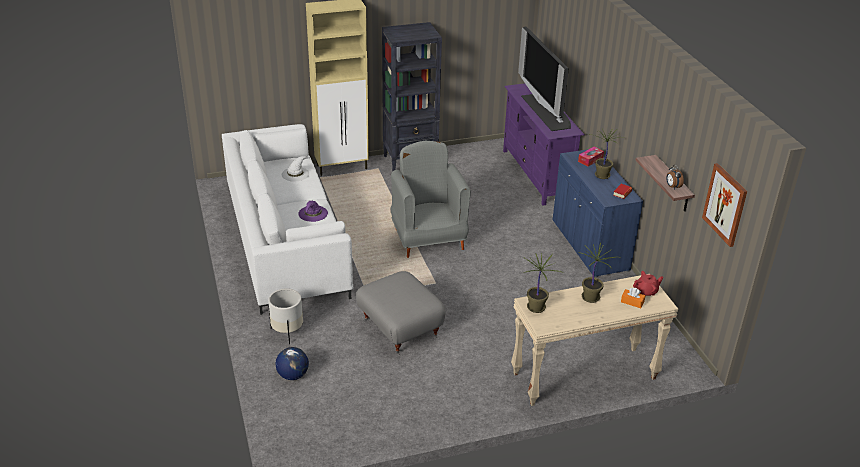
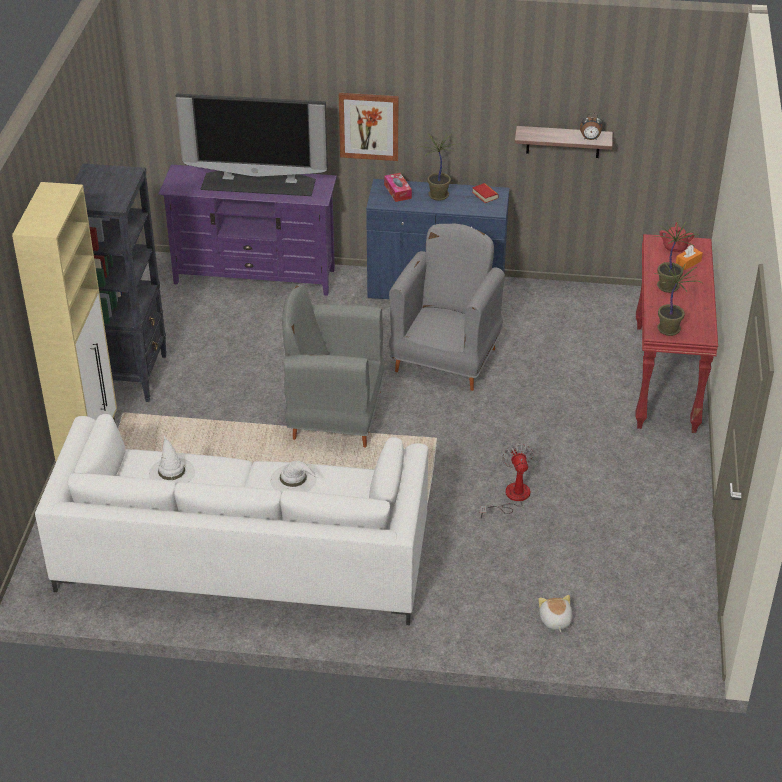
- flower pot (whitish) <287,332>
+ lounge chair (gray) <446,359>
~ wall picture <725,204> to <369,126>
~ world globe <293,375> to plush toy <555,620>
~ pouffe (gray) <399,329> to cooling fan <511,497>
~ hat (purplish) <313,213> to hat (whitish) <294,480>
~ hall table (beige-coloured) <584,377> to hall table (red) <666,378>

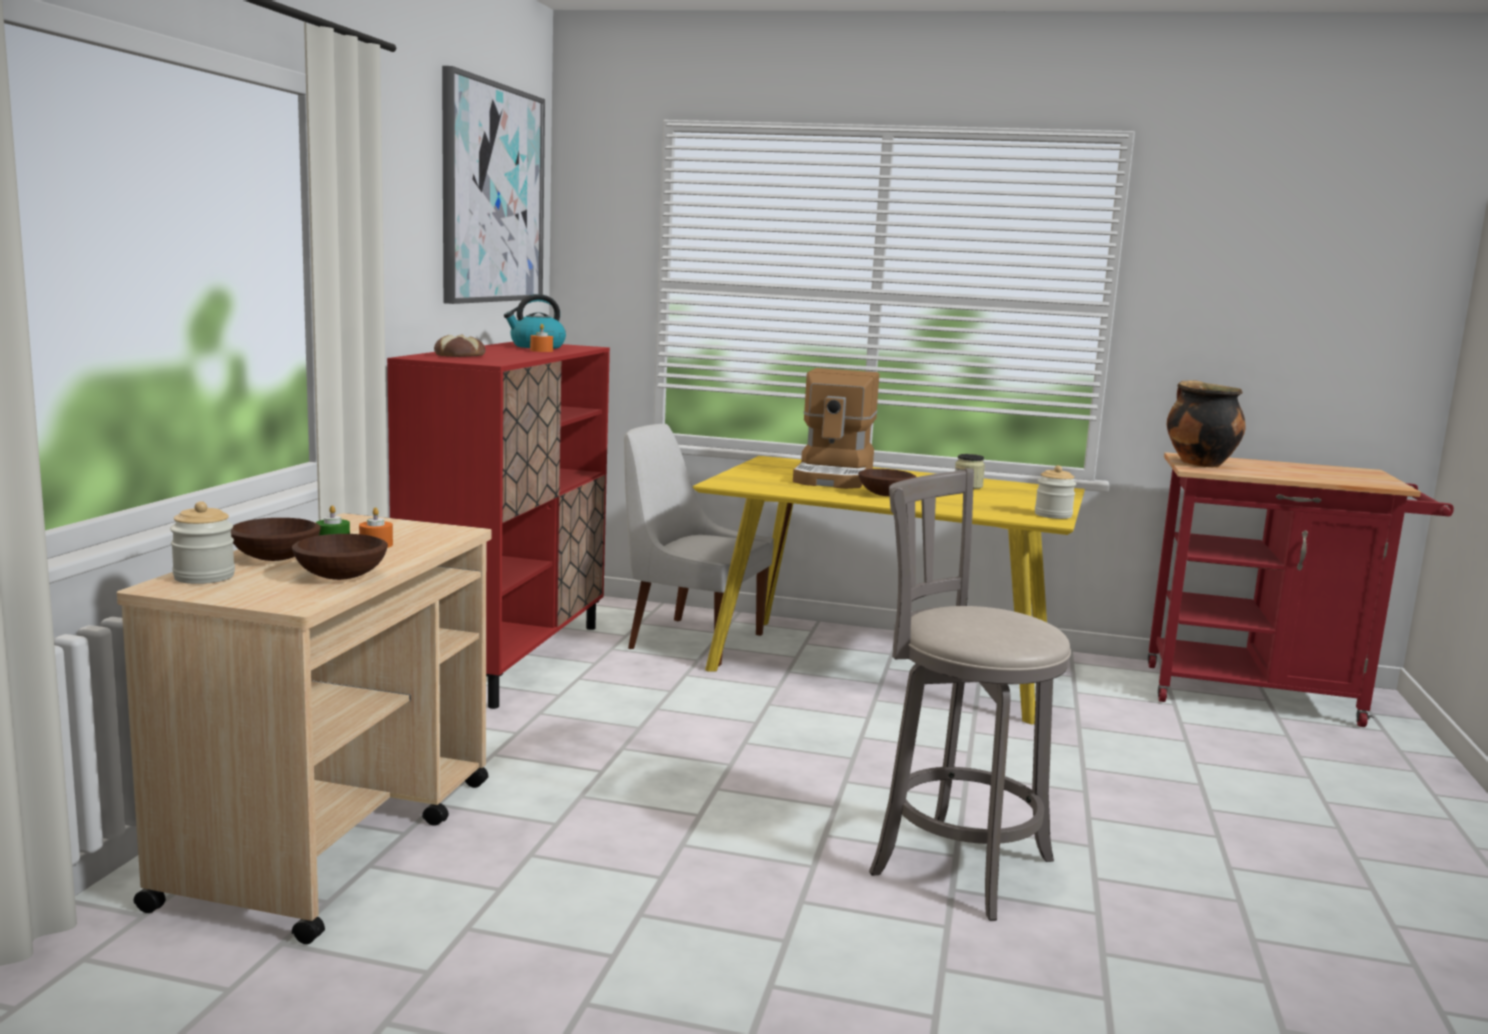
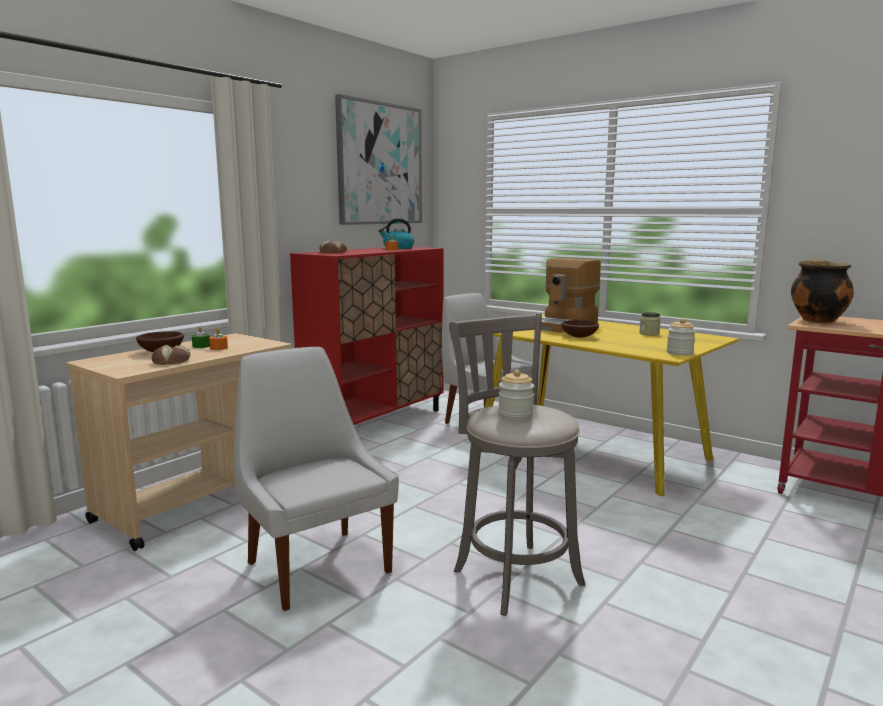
+ upright chair (whitish) <316,565>
~ preserve jar <204,577> to <515,415>
~ deep dish (brownish) <342,576> to baked bread <172,361>

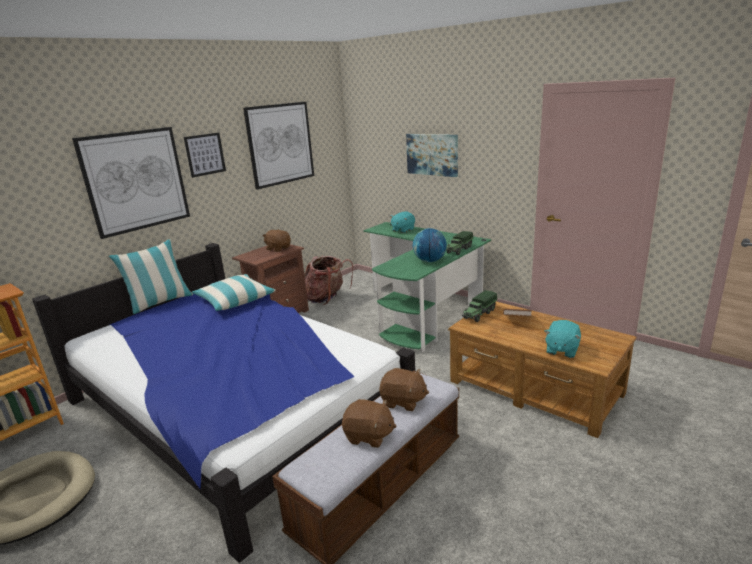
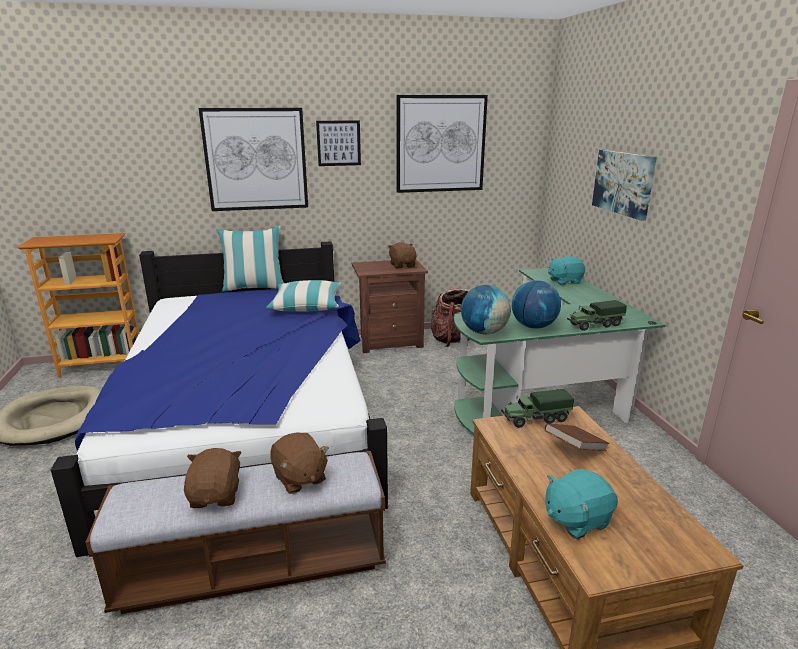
+ world globe <484,332>
~ plush toy (brownish) <369,436> = <216,496> 150 degrees counterclockwise

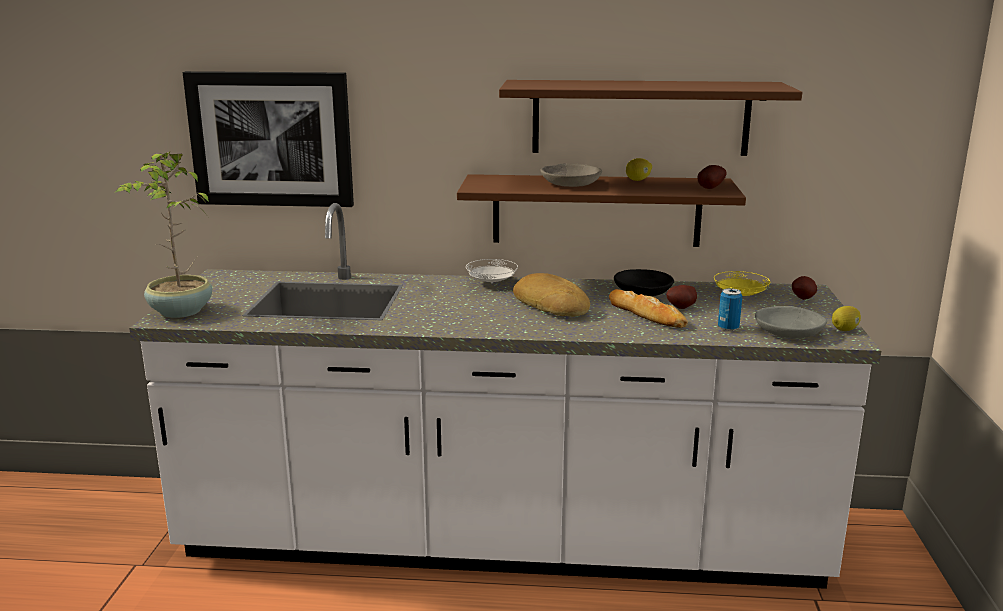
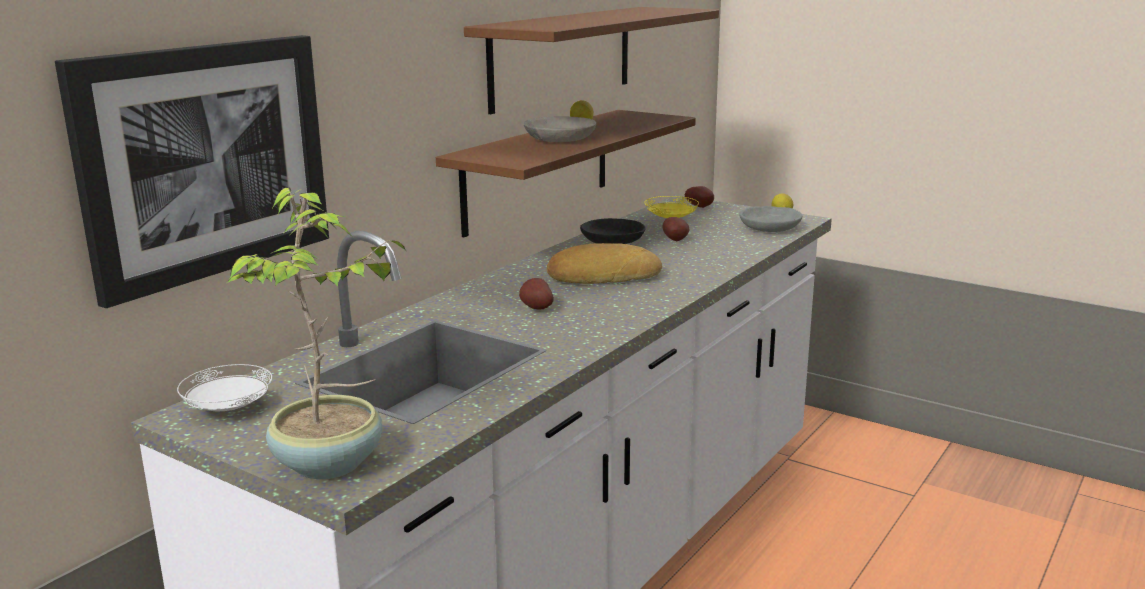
- baked bread <646,314>
- sealed can <728,328>
~ plate (whitish) <492,283> to <229,409>
~ potato <709,189> to <535,308>

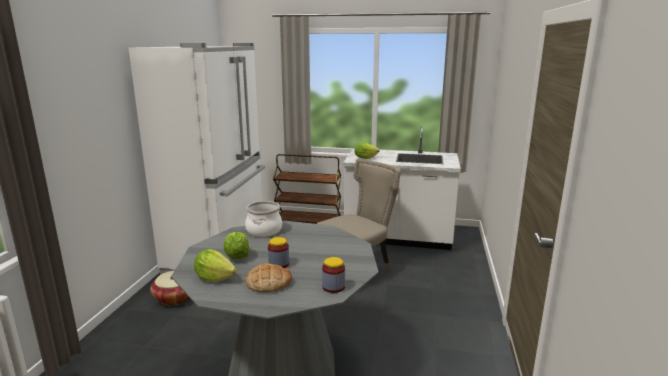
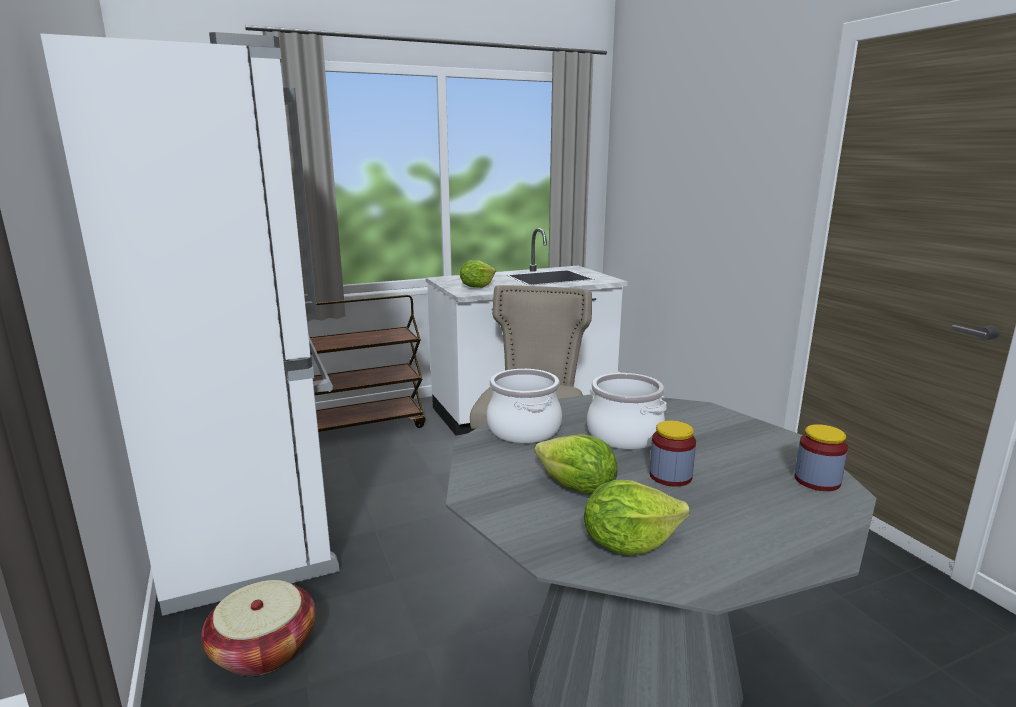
- baked bread <268,282>
+ stockpot <624,435>

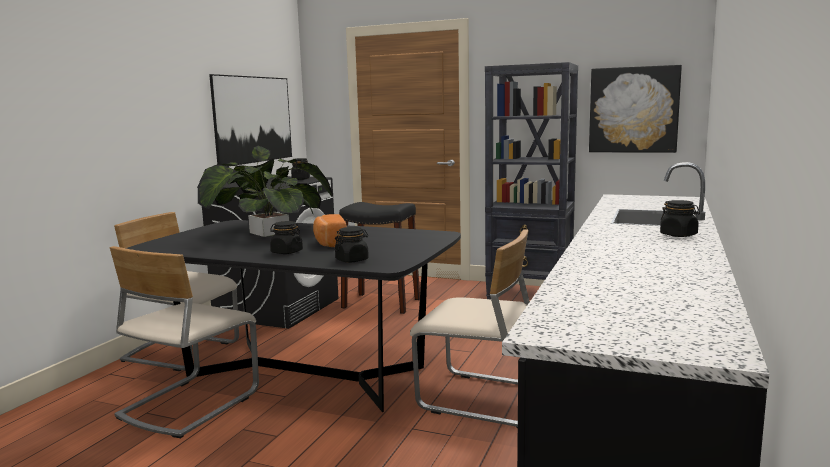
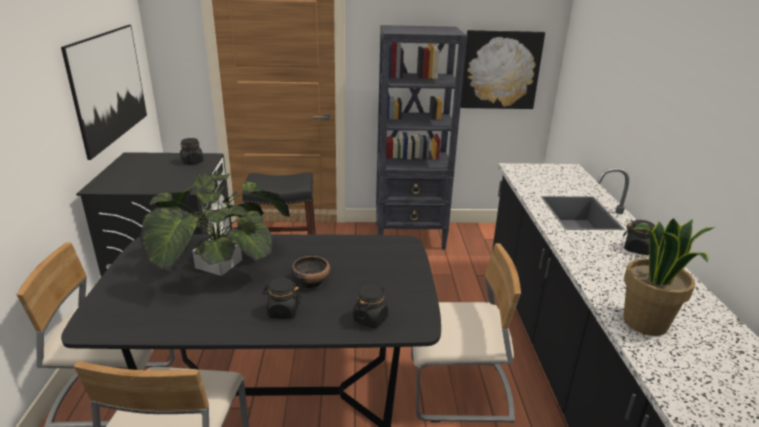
+ potted plant <645,323>
~ baked bread <329,243> to deep dish <311,281>

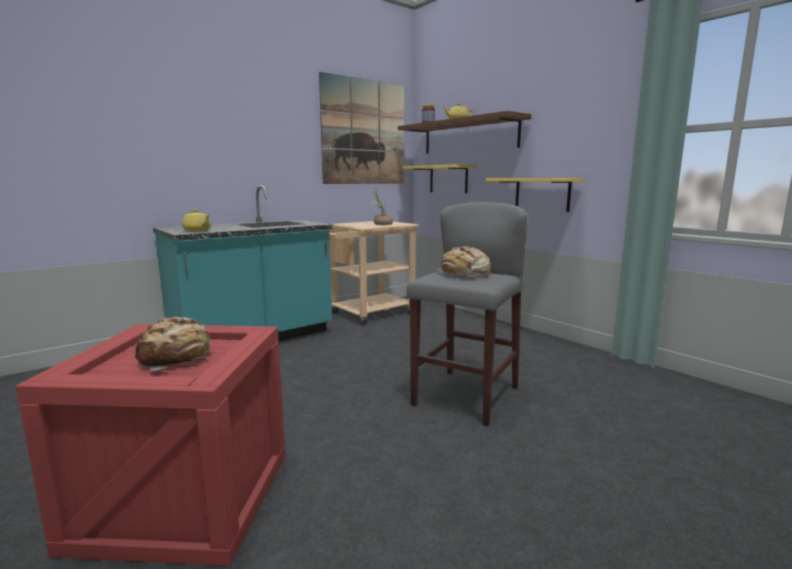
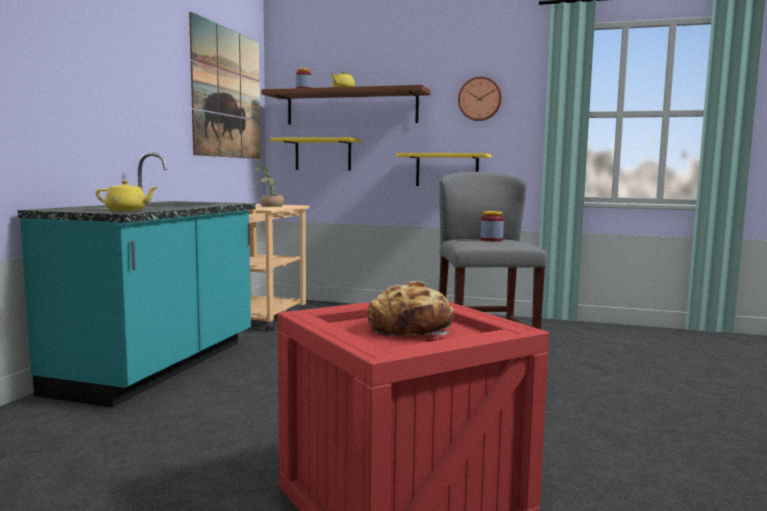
+ clock on the wall <480,99>
~ baked bread <464,274> to preserve jar <491,240>

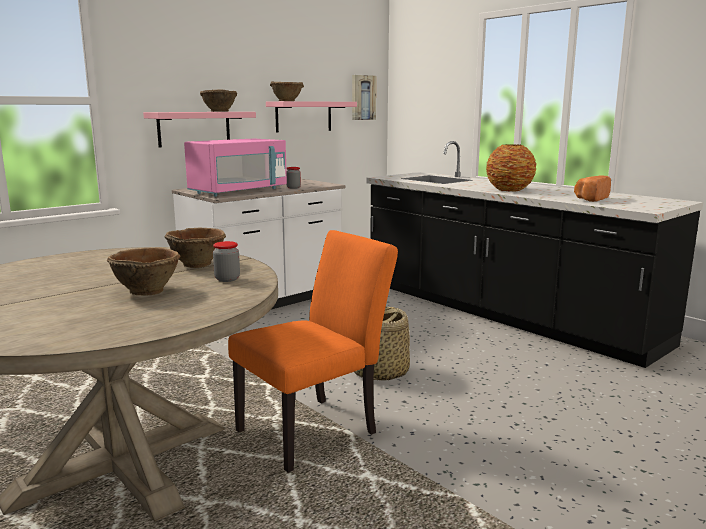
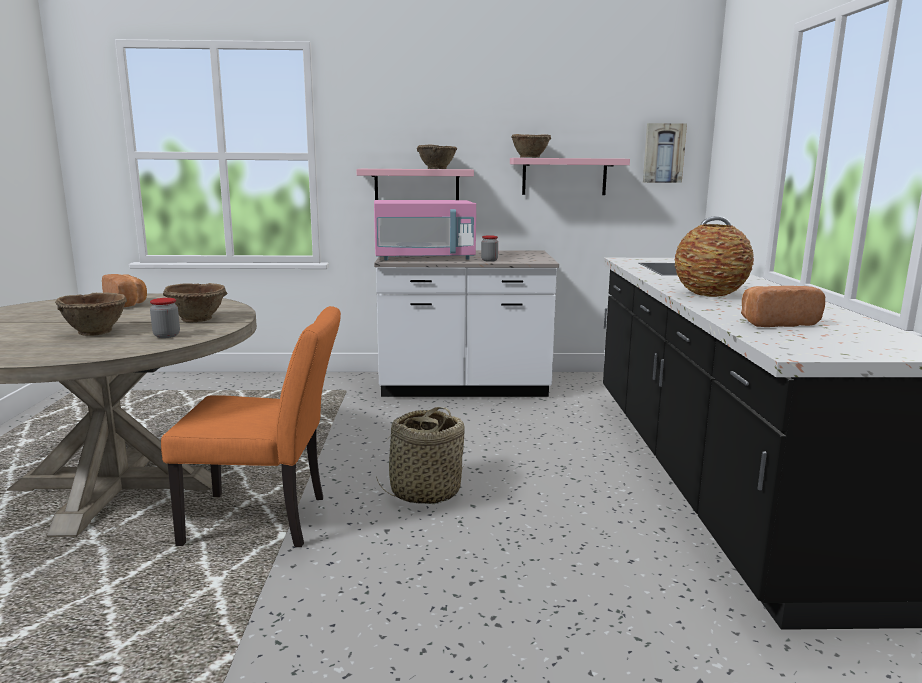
+ baked bread <128,303>

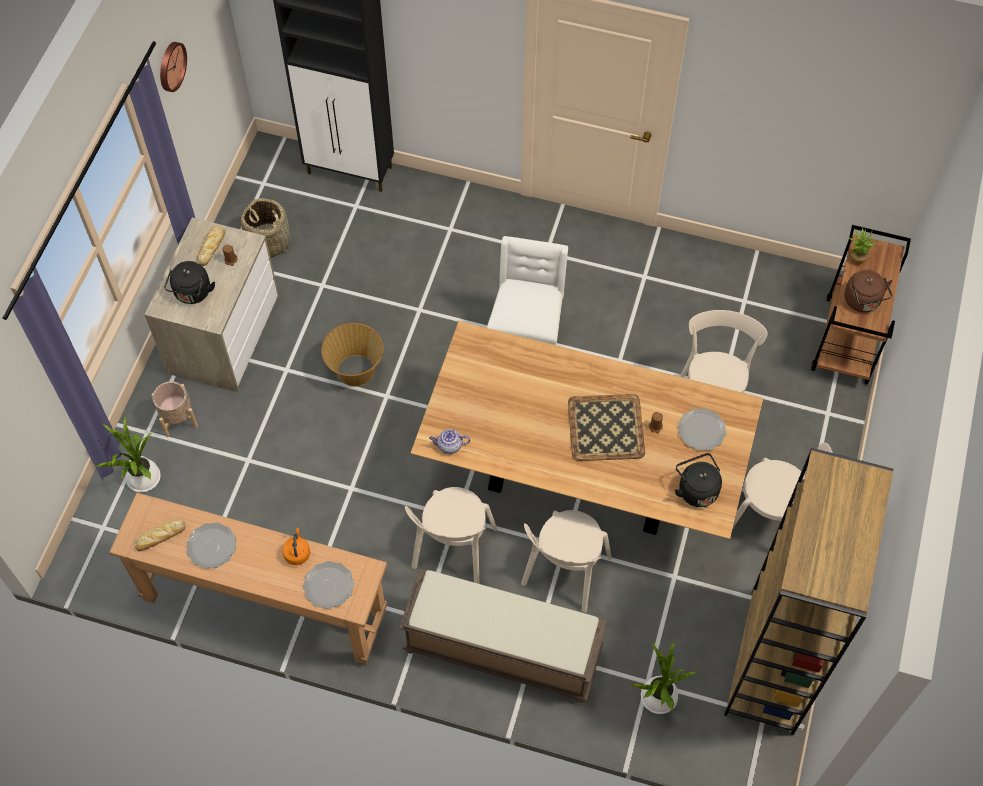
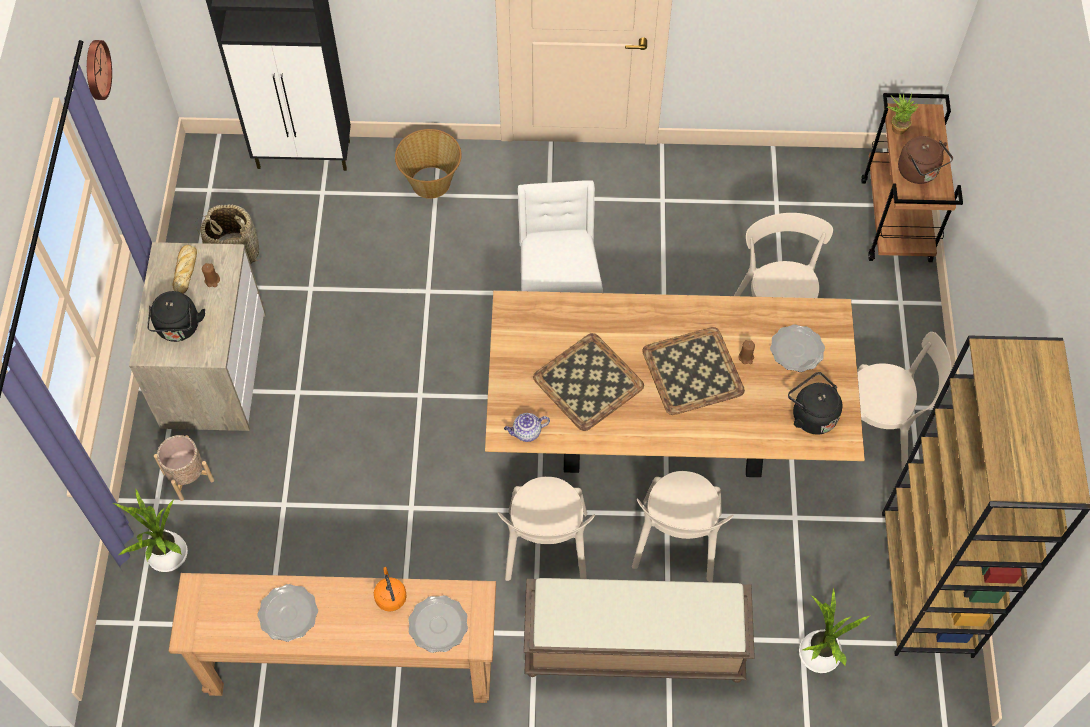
- baked bread <159,537>
+ serving tray <587,382>
~ household basket <355,371> to <431,183>

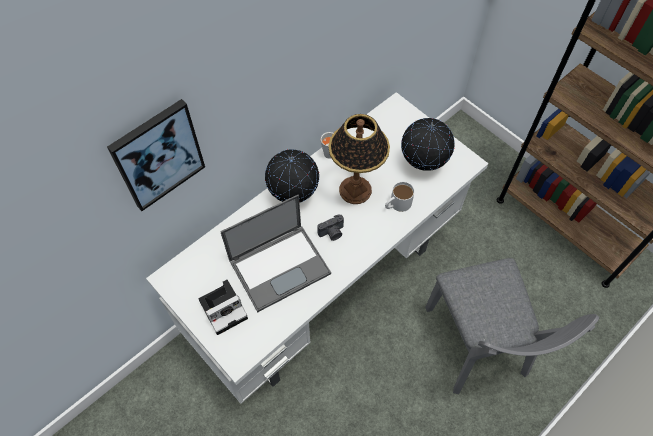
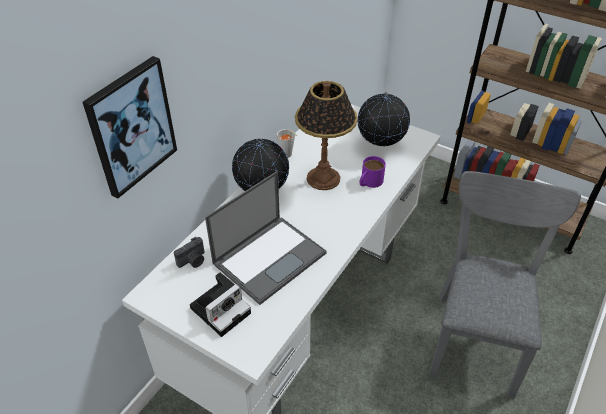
~ photo camera <332,233> to <193,261>
~ coffee mug (whitish) <397,204> to coffee mug (purplish) <369,182>
~ upright chair (gray) <478,349> = <476,335> 135 degrees counterclockwise

